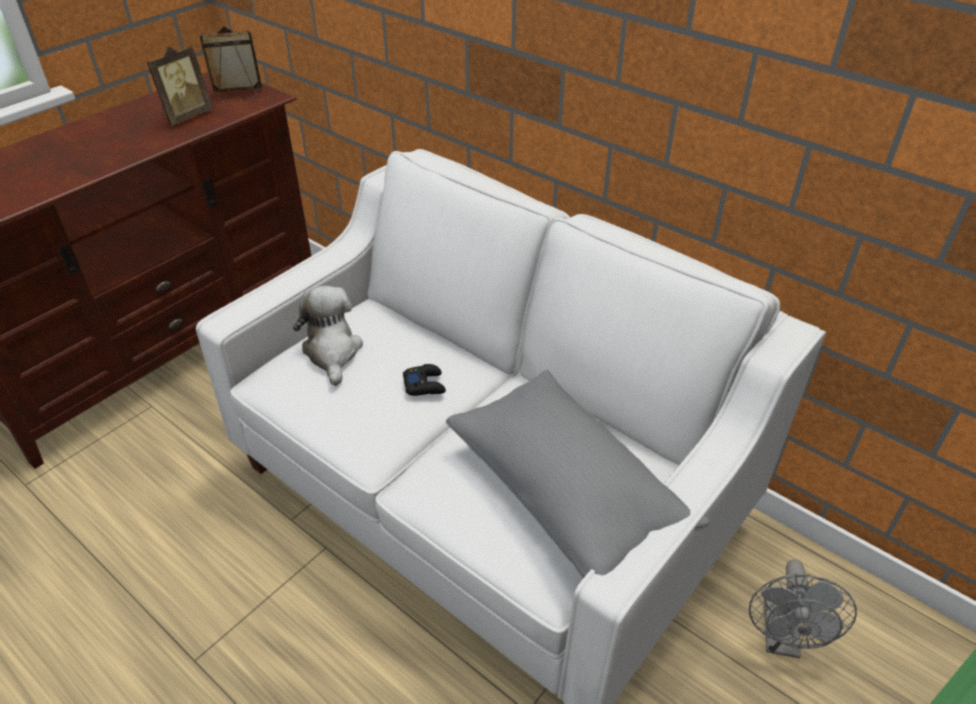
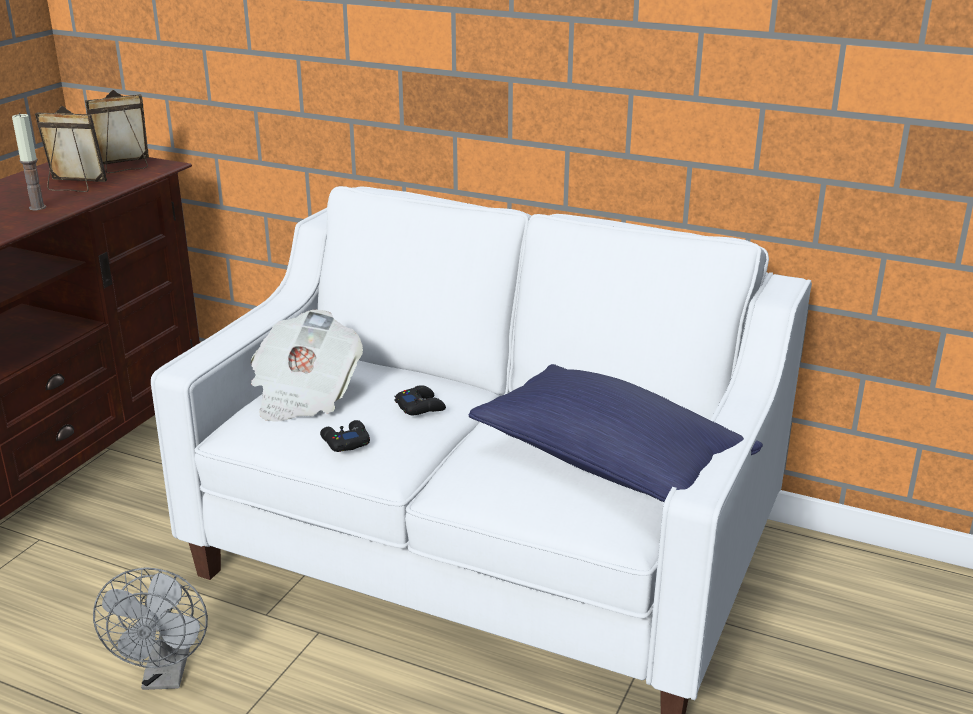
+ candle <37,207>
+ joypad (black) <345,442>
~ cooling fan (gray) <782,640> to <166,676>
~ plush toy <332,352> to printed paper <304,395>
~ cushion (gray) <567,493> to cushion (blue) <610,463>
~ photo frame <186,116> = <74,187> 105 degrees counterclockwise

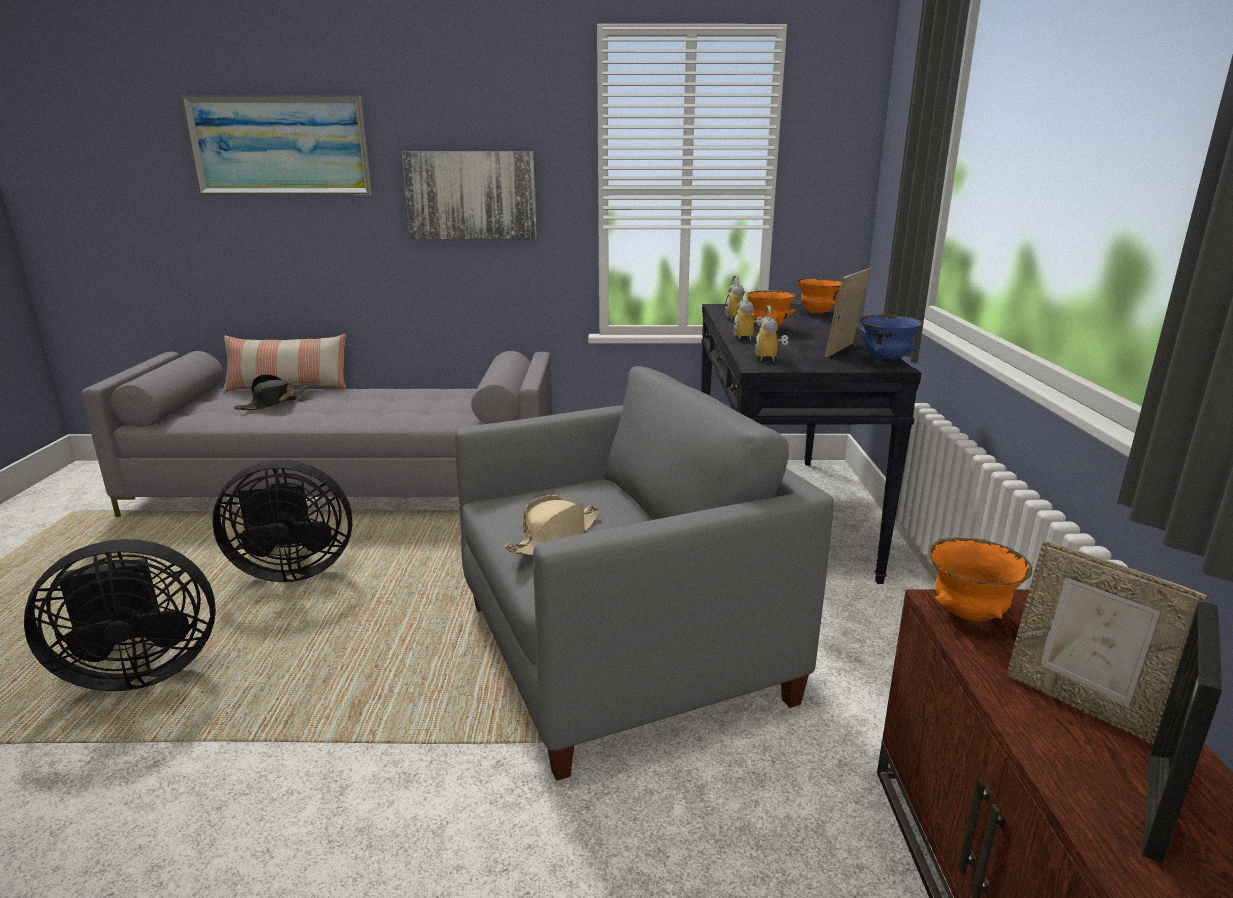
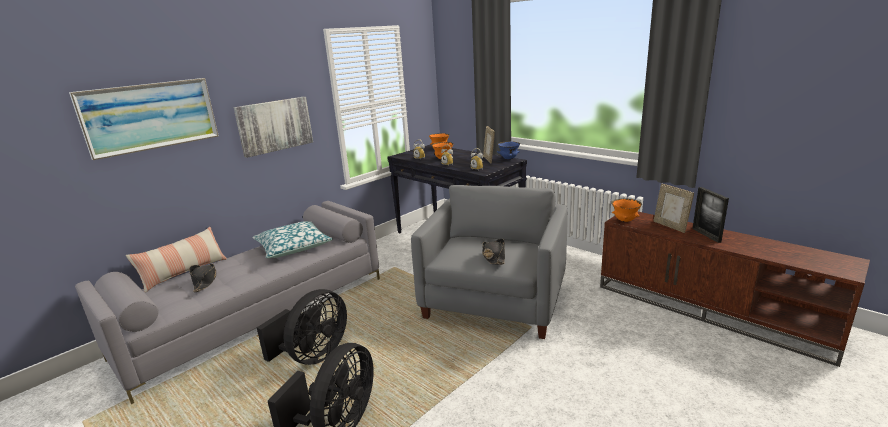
+ cushion <293,247>
~ hat (beige-coloured) <555,537> to hat (black) <493,257>
~ photo frame <1080,703> = <670,226> 60 degrees clockwise

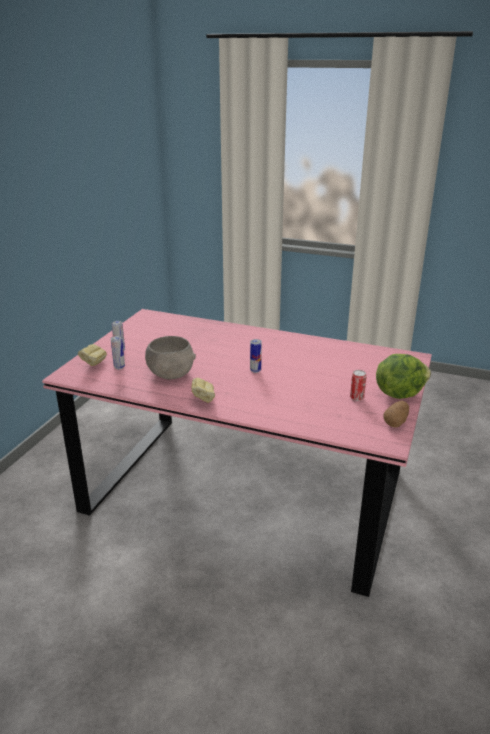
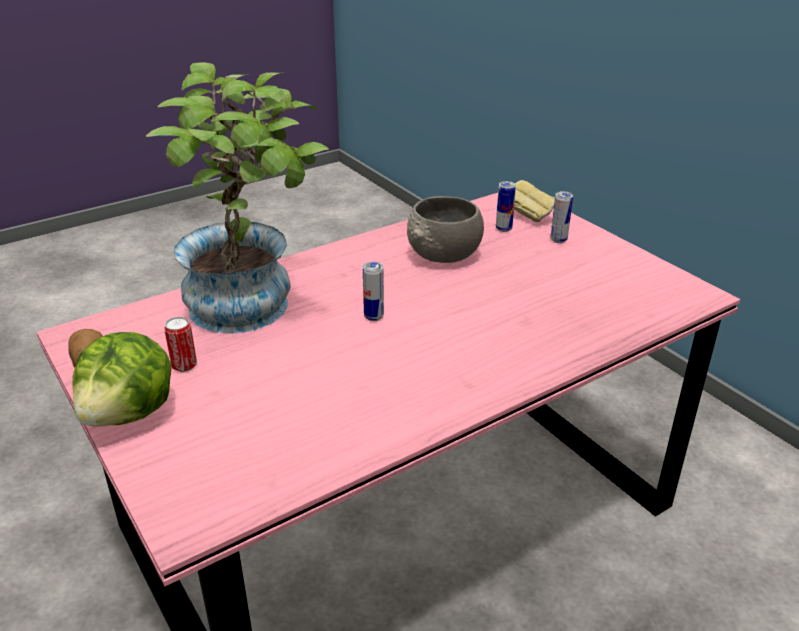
- baked bread <203,400>
+ potted plant <254,307>

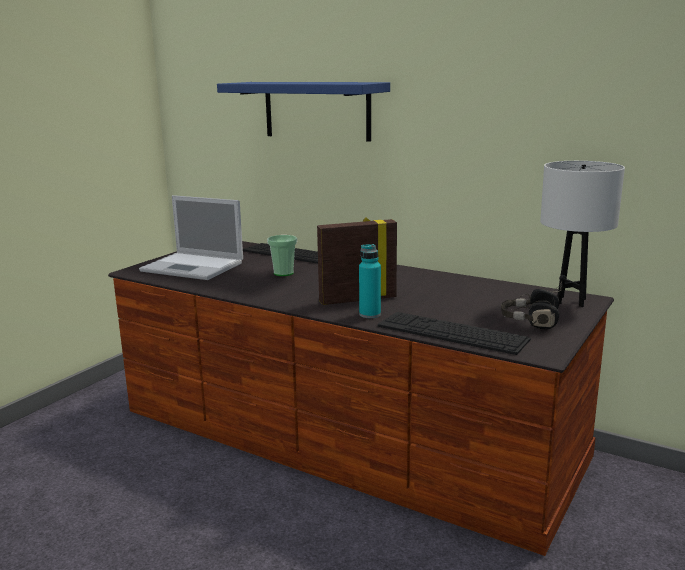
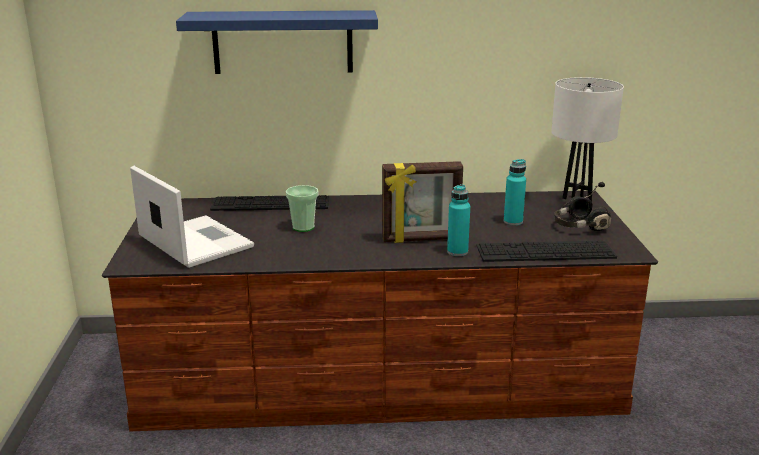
+ bottle (turquoise) <513,222>
~ notebook computer <194,267> = <194,242> 120 degrees counterclockwise
~ photo frame <357,299> = <421,239> 135 degrees counterclockwise

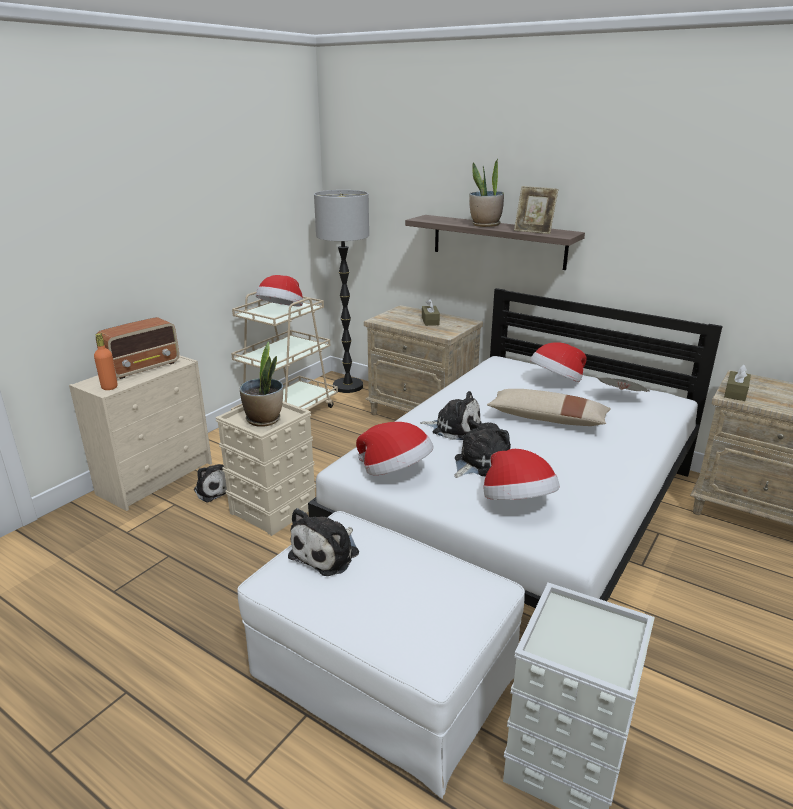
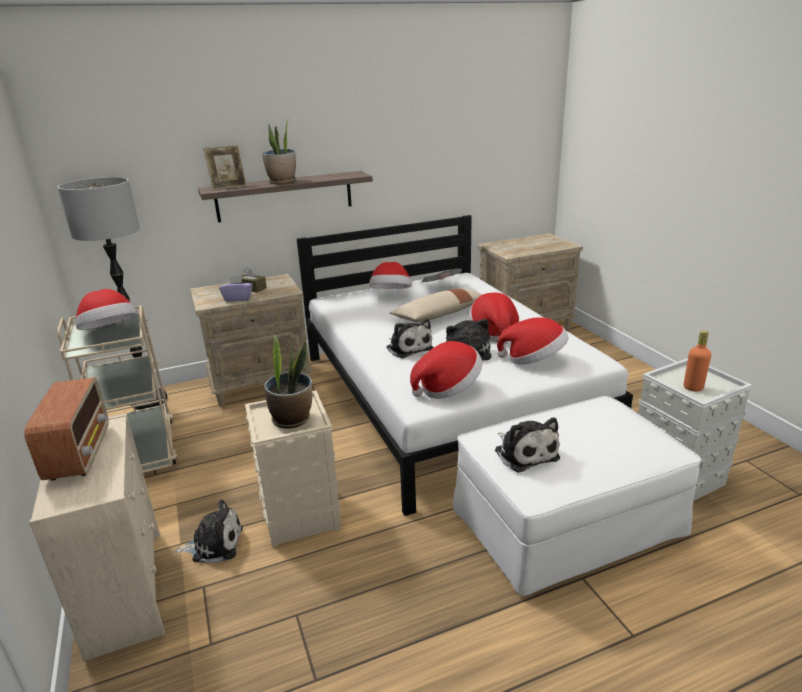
- box of tissues (brownish) <735,392>
+ box of tissues (purplish) <238,298>
+ hat <494,333>
~ bottle (orange-coloured) <109,387> to <693,388>
~ photo frame <533,231> to <228,187>
~ plush toy <453,428> = <408,348> 90 degrees clockwise

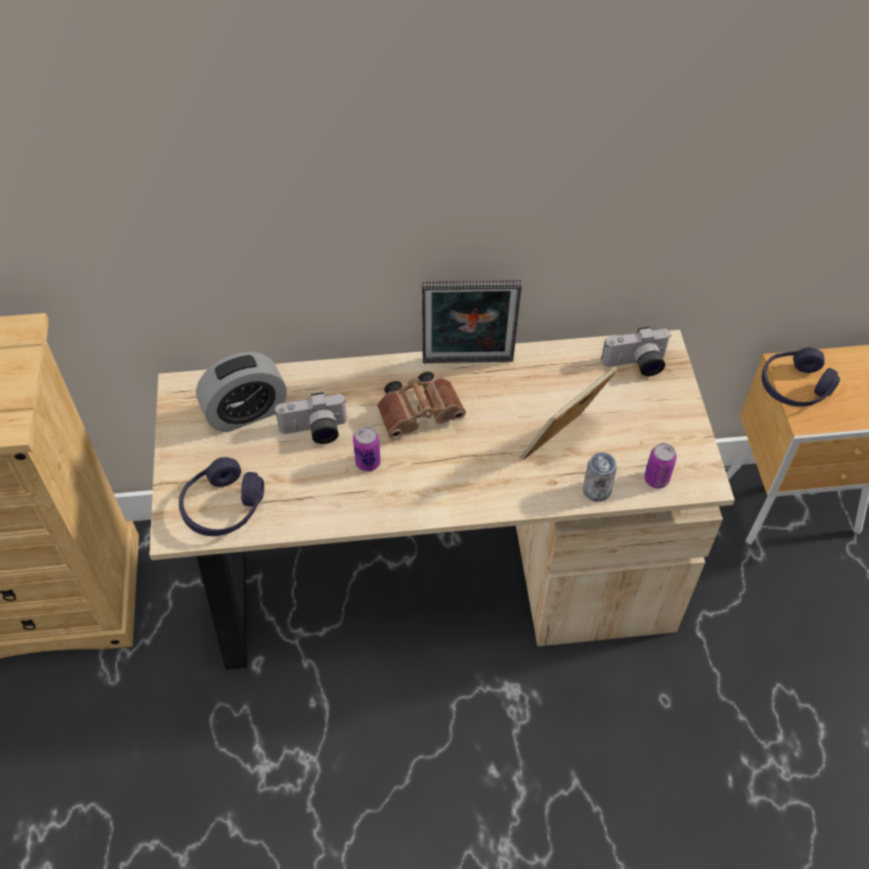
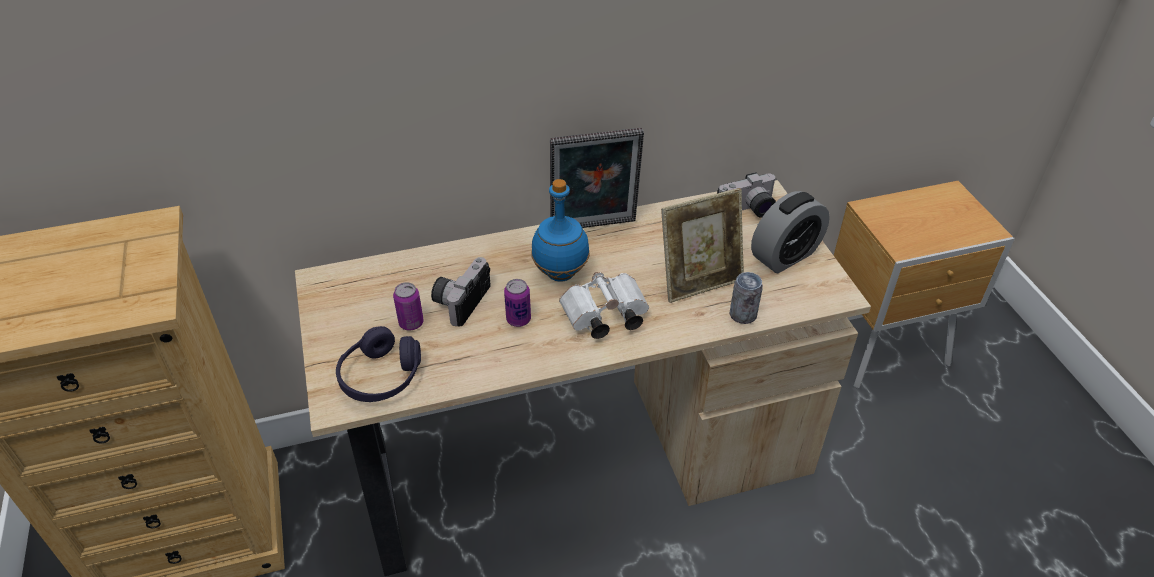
- pair of headphones (purplish) <794,386>
+ pair of binoculars (whitish) <603,317>
~ table clock <246,412> to <785,256>
~ sealed can <656,479> to <411,323>
~ pair of binoculars (brownish) <421,414> to bottle (blue) <561,273>
~ photo camera <314,432> = <460,300> 135 degrees clockwise
~ photo frame <562,444> = <699,281> 150 degrees counterclockwise

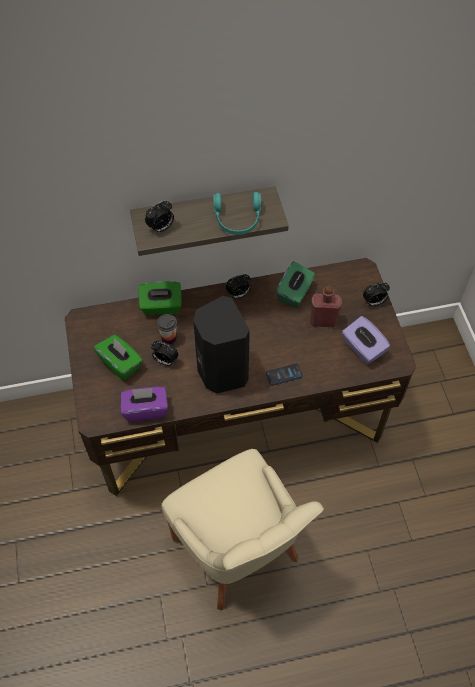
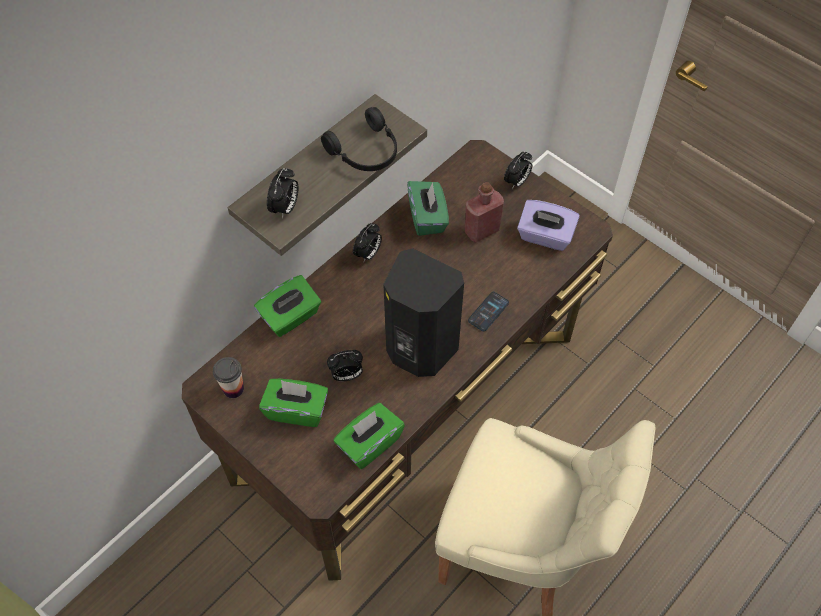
~ small cup <169,338> to <233,389>
~ box of tissues (purplish) <145,409> to box of tissues (green-coloured) <369,443>
~ pair of headphones (turquoise) <237,220> to pair of headphones (black) <366,152>

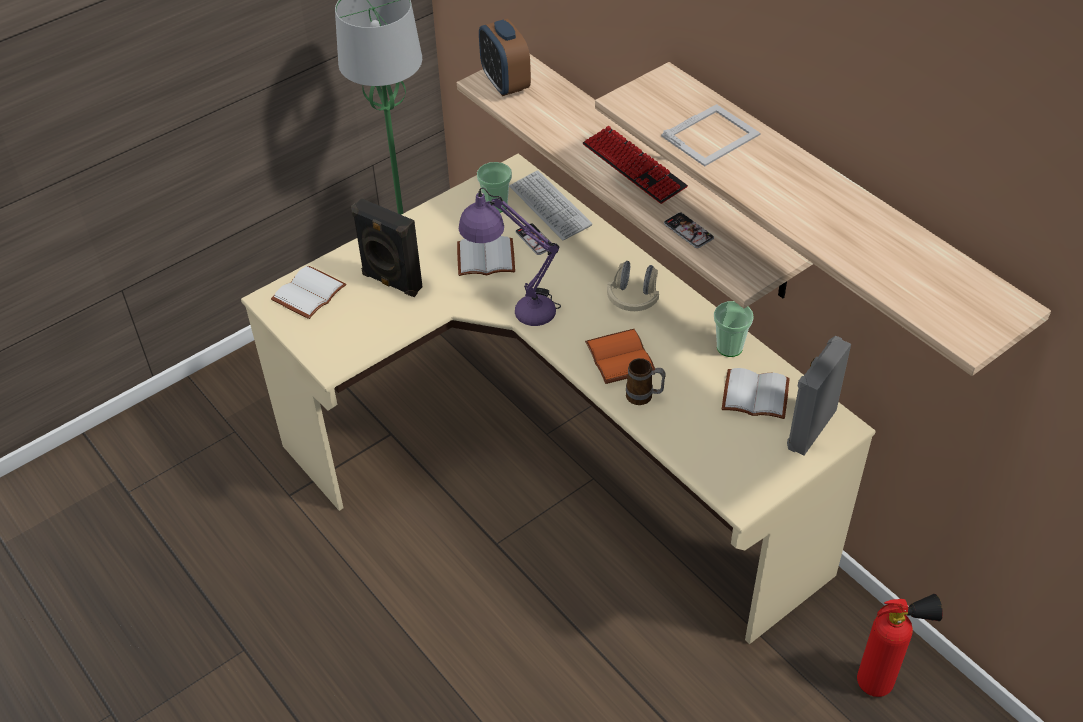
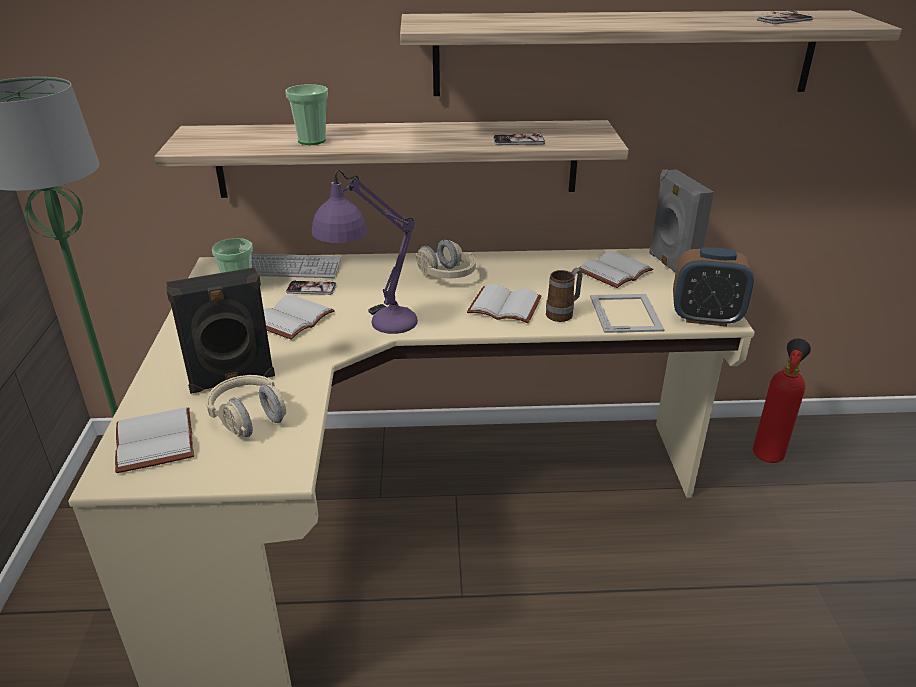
- PC keyboard <633,166>
+ pair of headphones (beige-coloured) <249,418>
+ phone <784,20>
~ table clock <505,84> to <705,318>
~ photo frame <712,135> to <626,312>
~ small cup <729,347> to <311,140>
~ book (orange-coloured) <622,358> to book (whitish) <506,306>

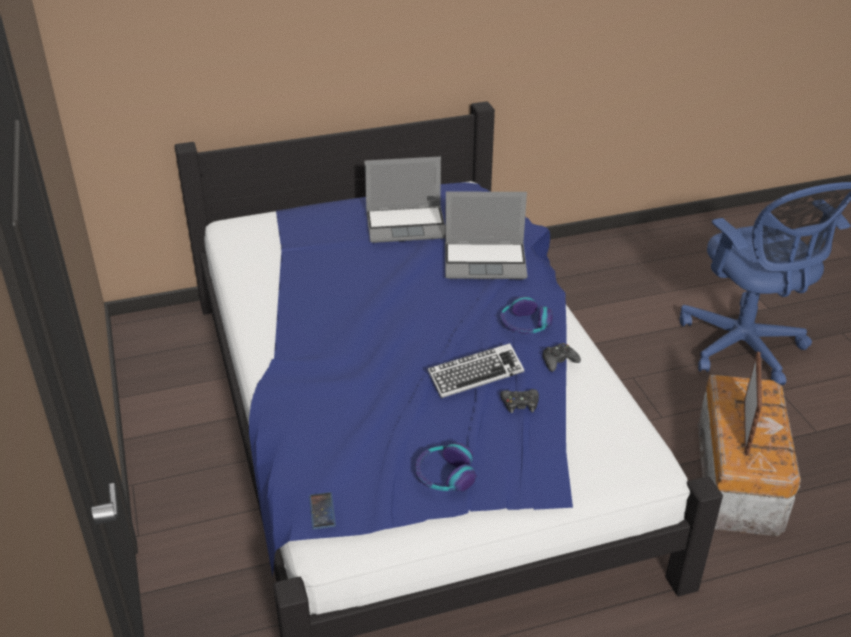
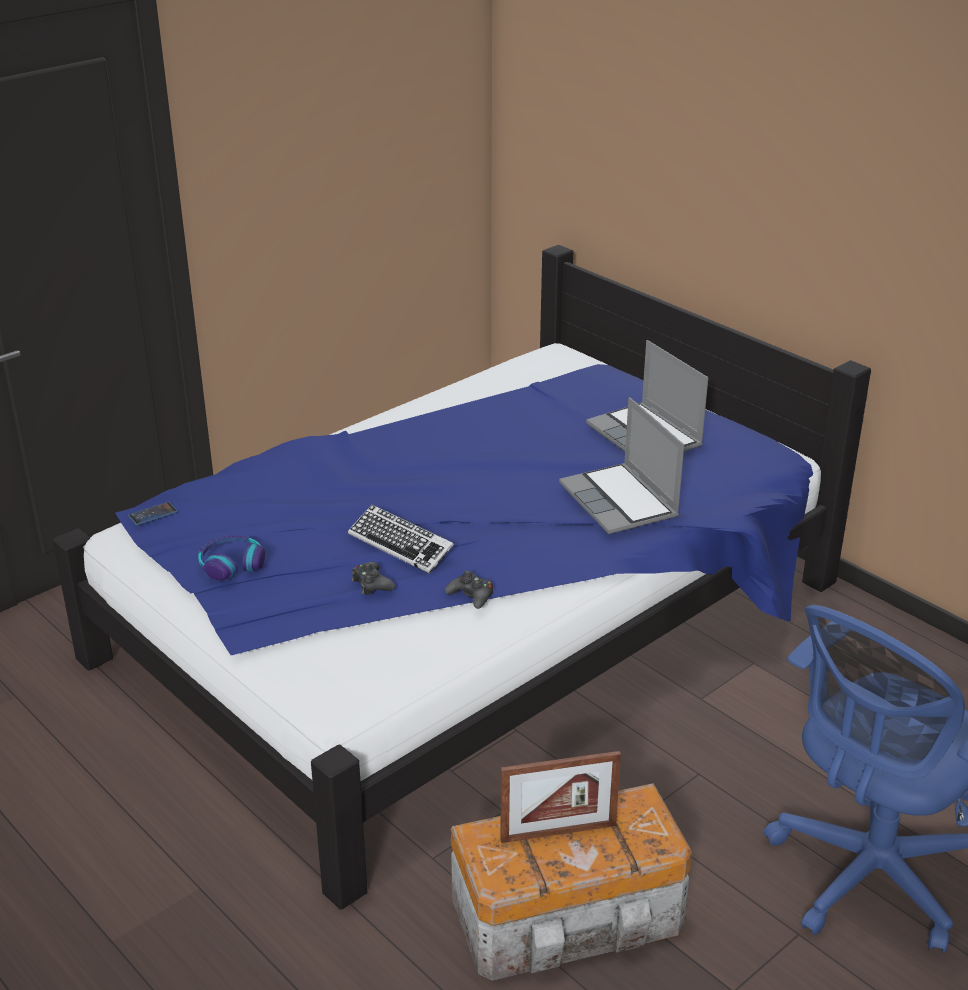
- pair of headphones <525,324>

